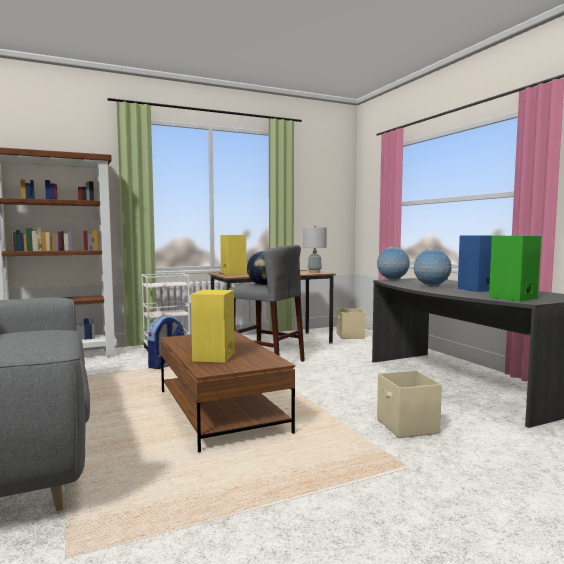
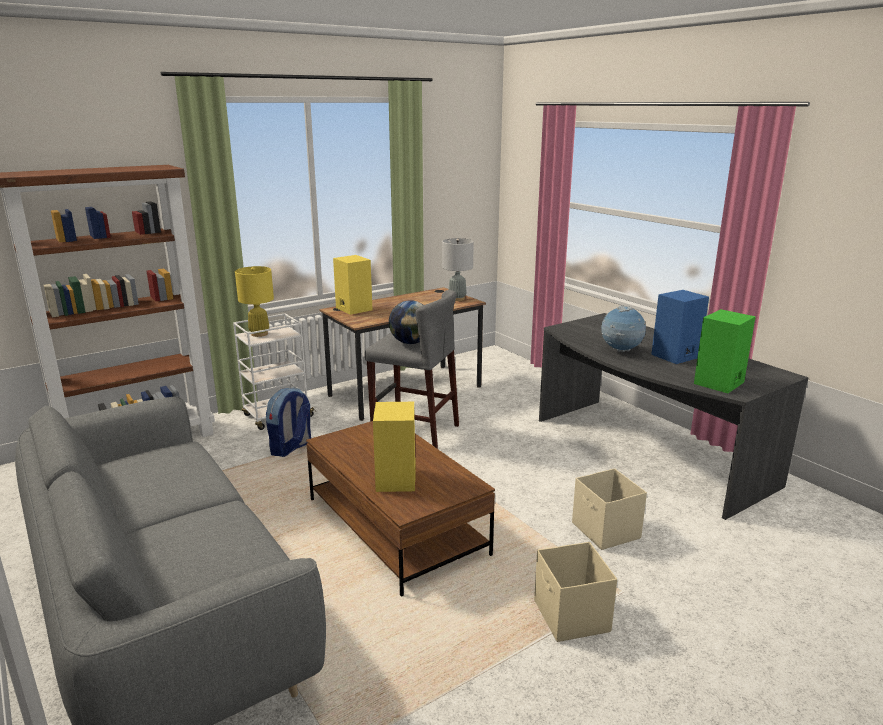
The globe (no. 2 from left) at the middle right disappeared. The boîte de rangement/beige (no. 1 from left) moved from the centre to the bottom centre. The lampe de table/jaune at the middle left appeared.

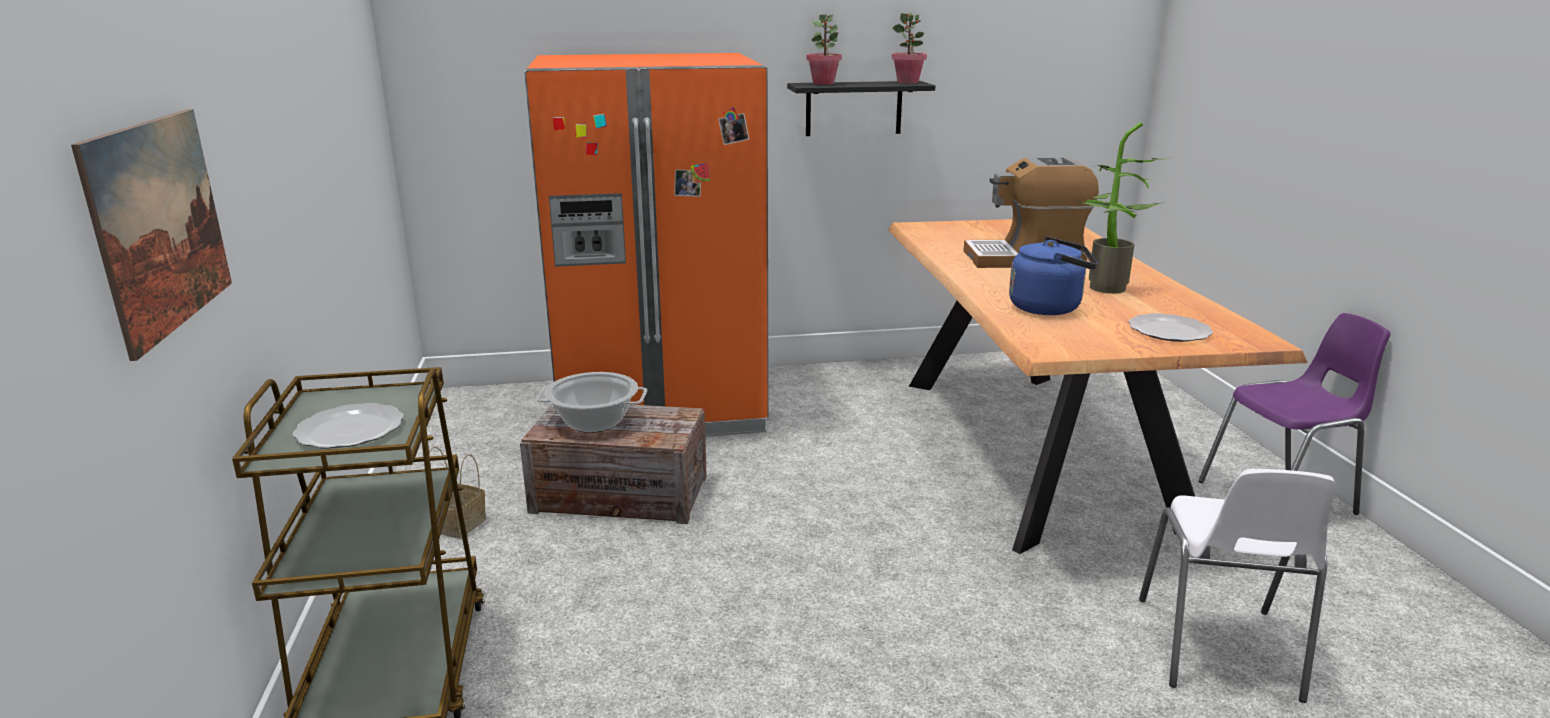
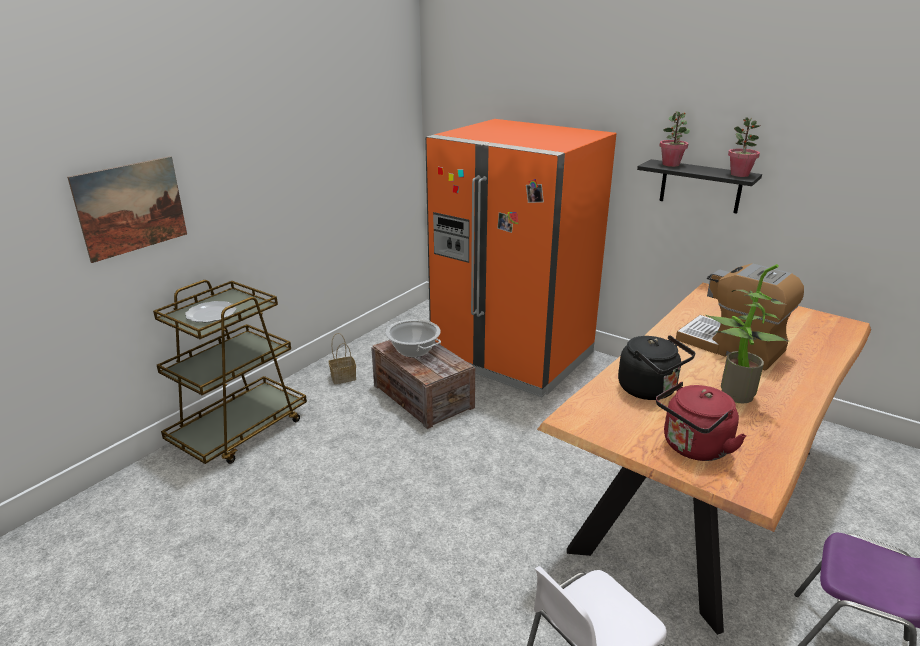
The bouilloire/bleu at the middle right became the bouilloire/noir at the middle right. The assiette (no. 2 from left) at the middle right was replaced by the bouilloire/rouge at the middle right.

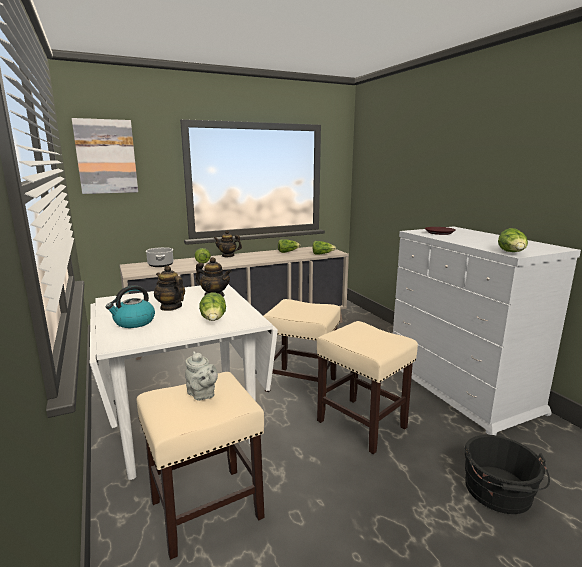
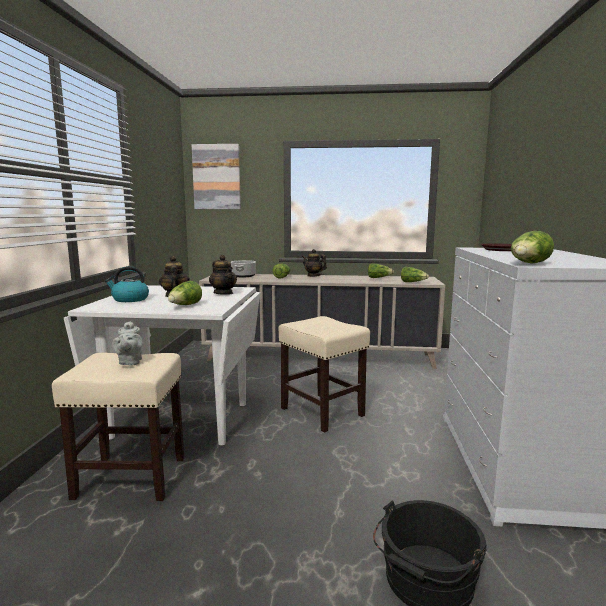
The tabouret/beige (no. 3 from left) at the bottom centre disappeared.

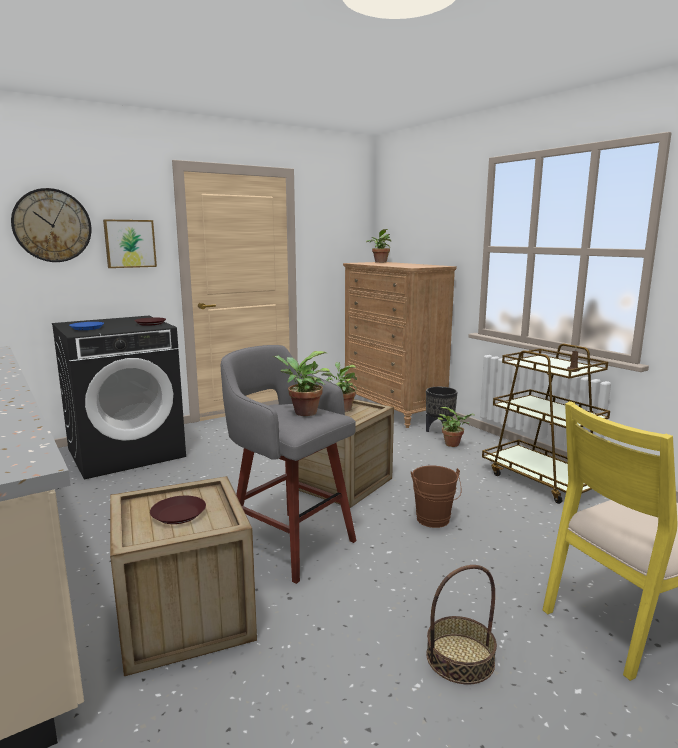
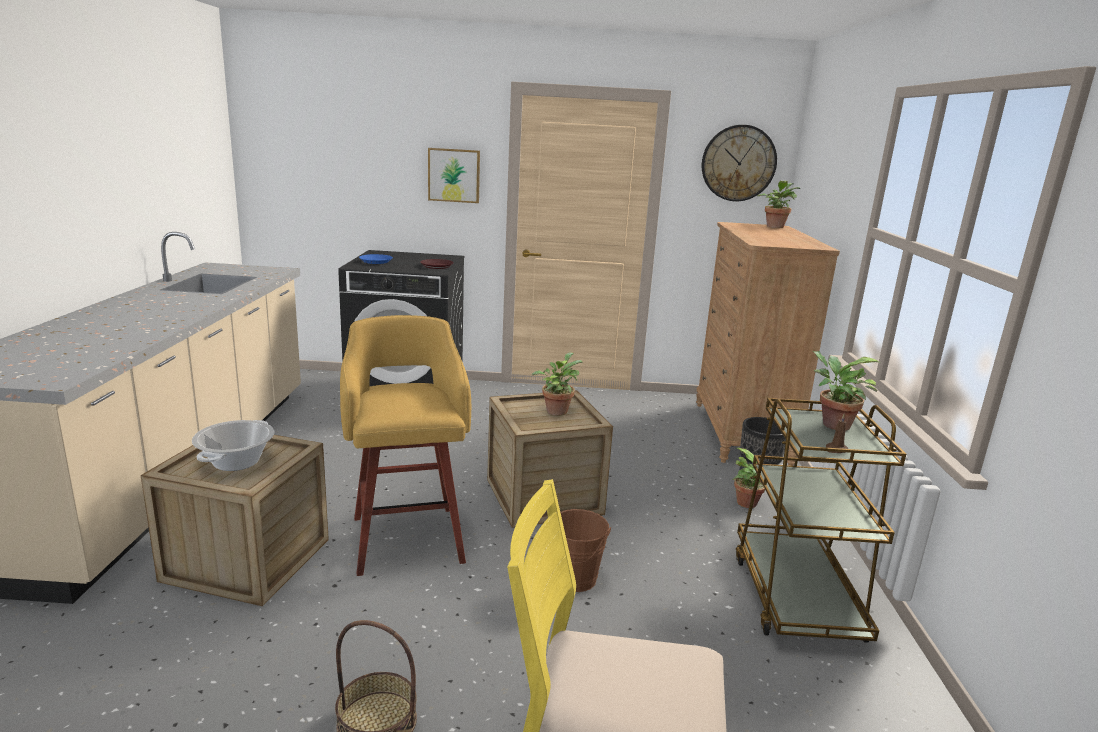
The horloge murale moved from the top left to the top right. The tabouret/gris at the centre became the tabouret/jaune at the centre. The plante en pot (no. 1 from left in the first image) moved from the centre to the middle right. The assiette/marron (no. 2 from left) at the bottom left was replaced by the marmite at the middle left.

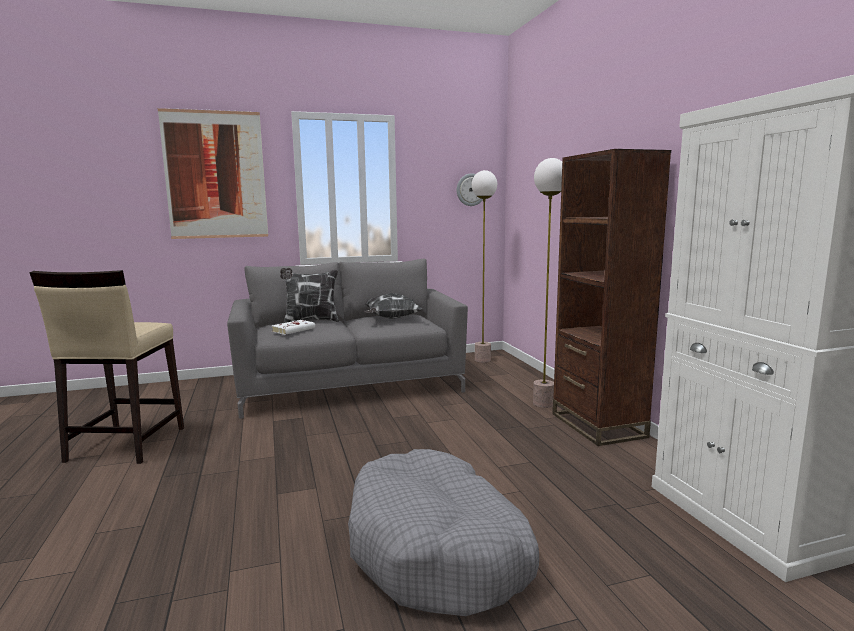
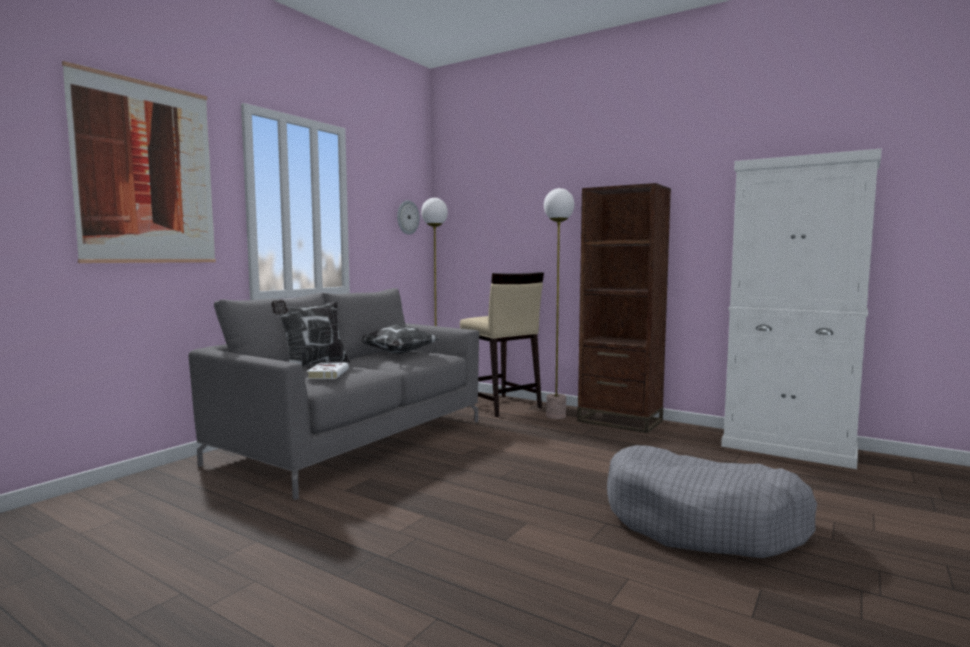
The tabouret/beige moved from the middle left to the centre.

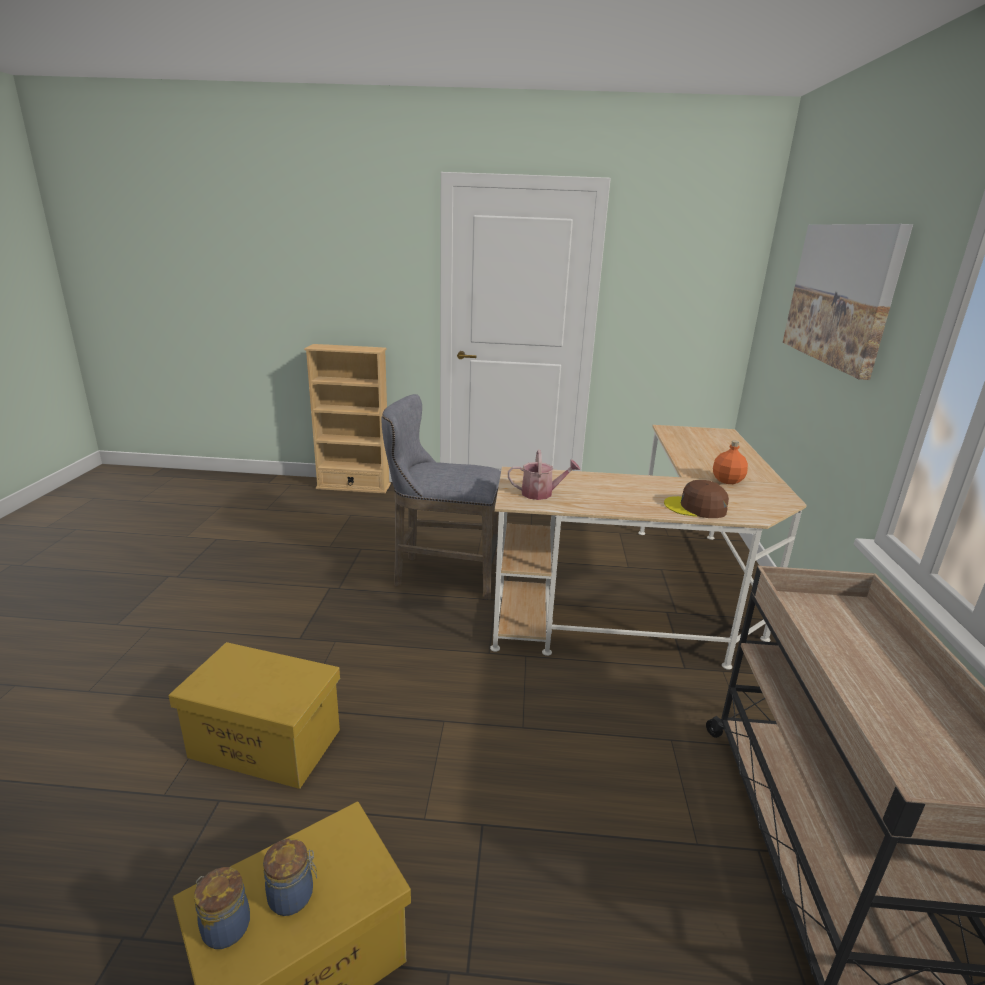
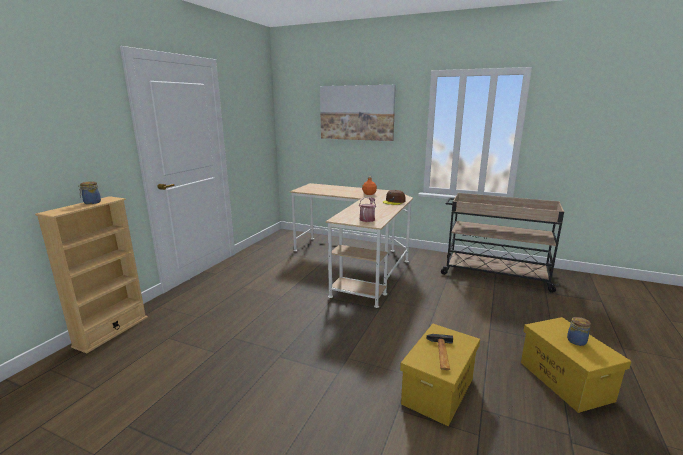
The tabouret/gris at the centre disappeared. The bocal (no. 1 from left) moved from the bottom left to the middle left. The marteau at the bottom centre appeared.

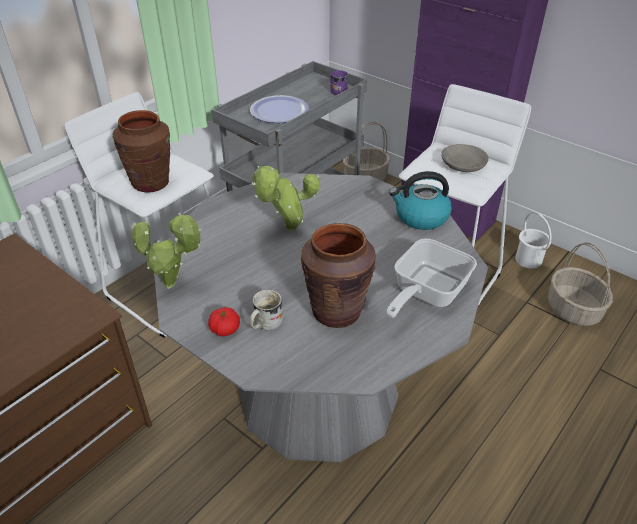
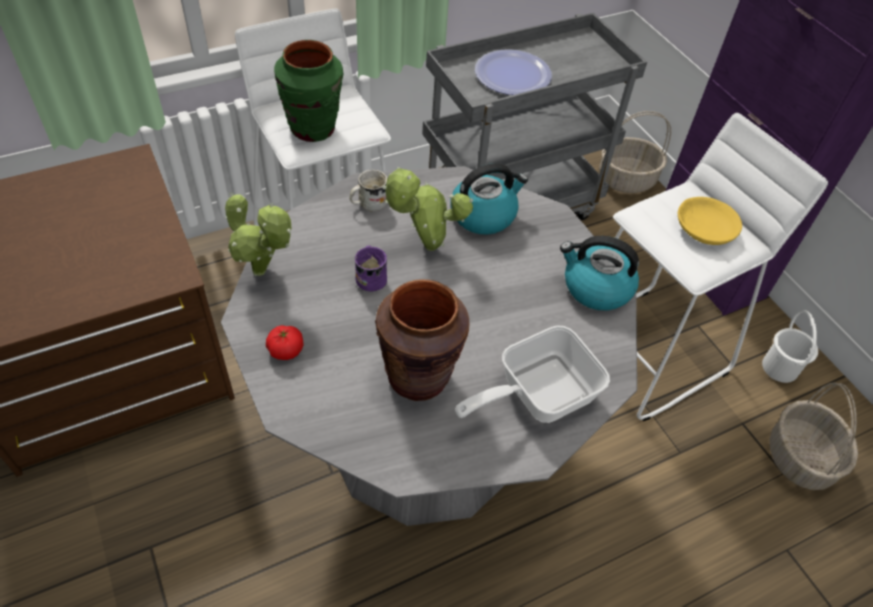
The mug/violet moved from the top centre to the centre. The vase/marron (no. 1 from left) at the top left became the vase/vert at the top centre. The bol/gris at the top right became the bol/jaune at the middle right. The mug/blanc moved from the centre to the top centre. The bouilloire (no. 1 from left) at the top centre appeared.

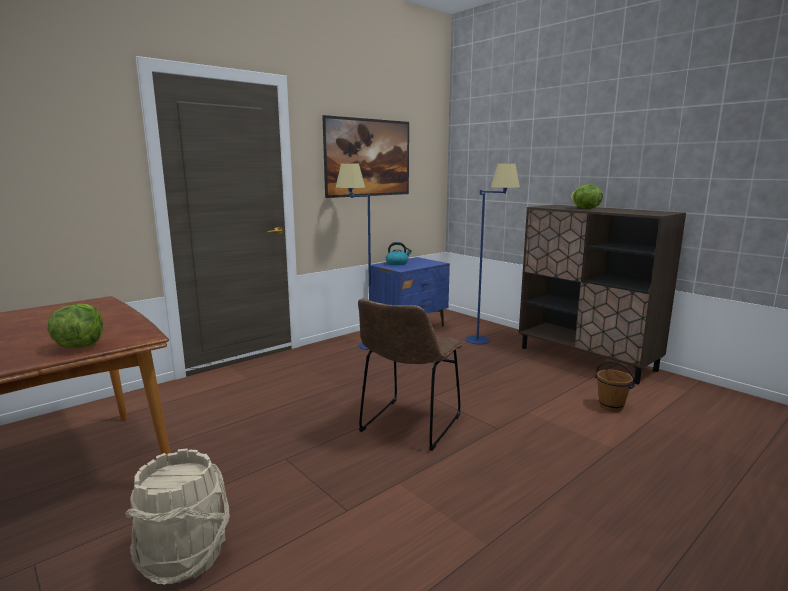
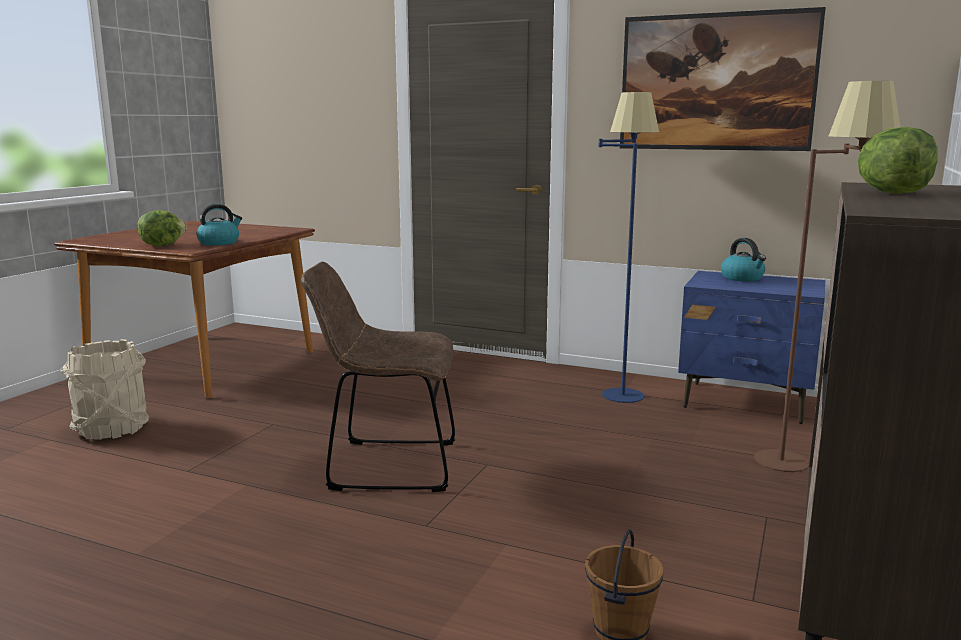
The lampadaire/bleu (no. 2 from left) at the centre became the lampadaire/marron at the middle right. The bouilloire (no. 1 from left) at the middle left appeared.

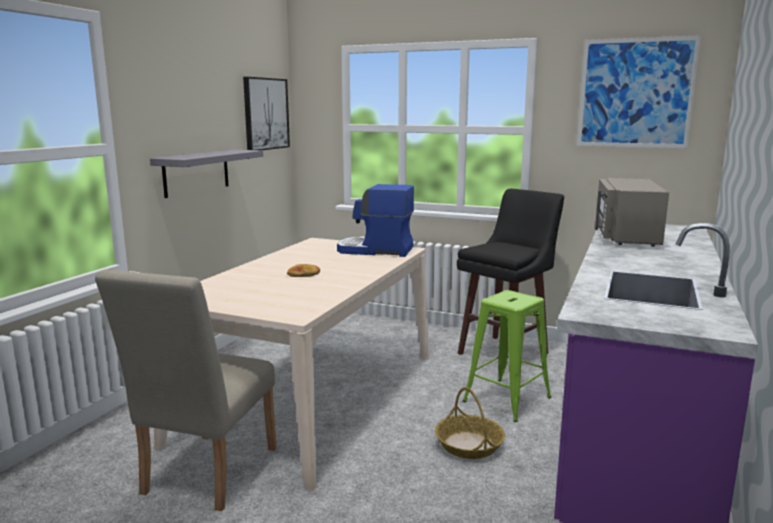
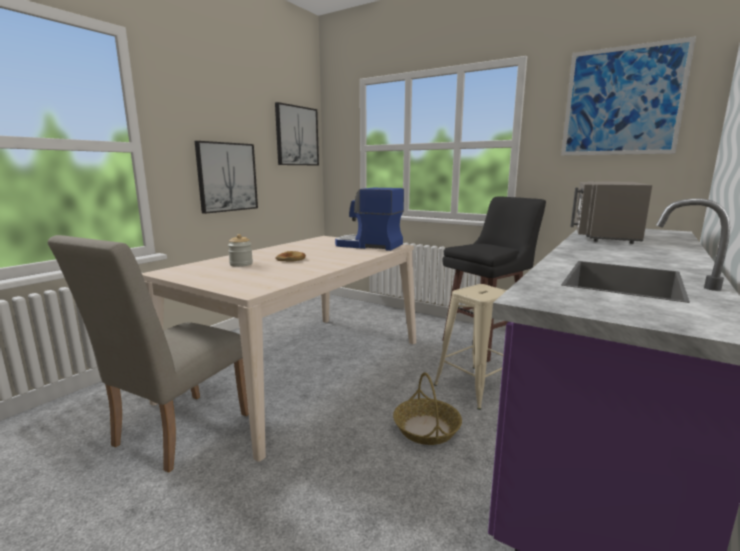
The étagère/gris at the top left was replaced by the tableau (no. 1 from left) at the top left. The tabouret/vert at the bottom centre became the tabouret/beige at the centre. The bocal at the middle left appeared.

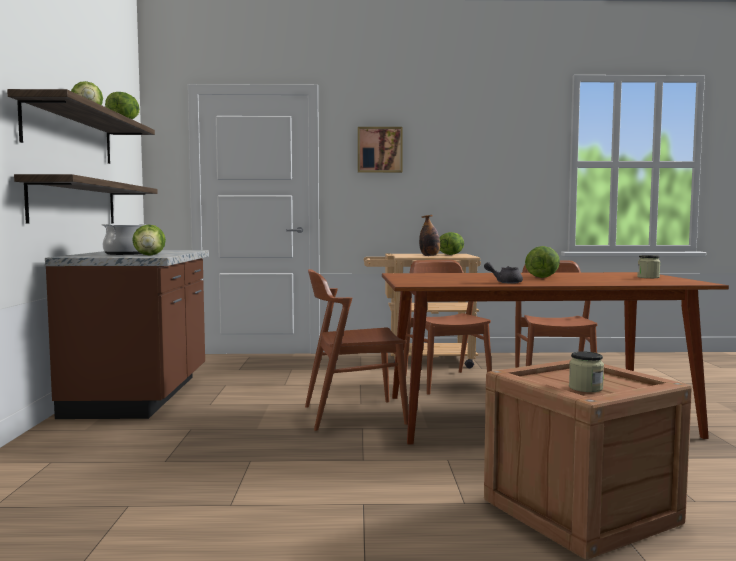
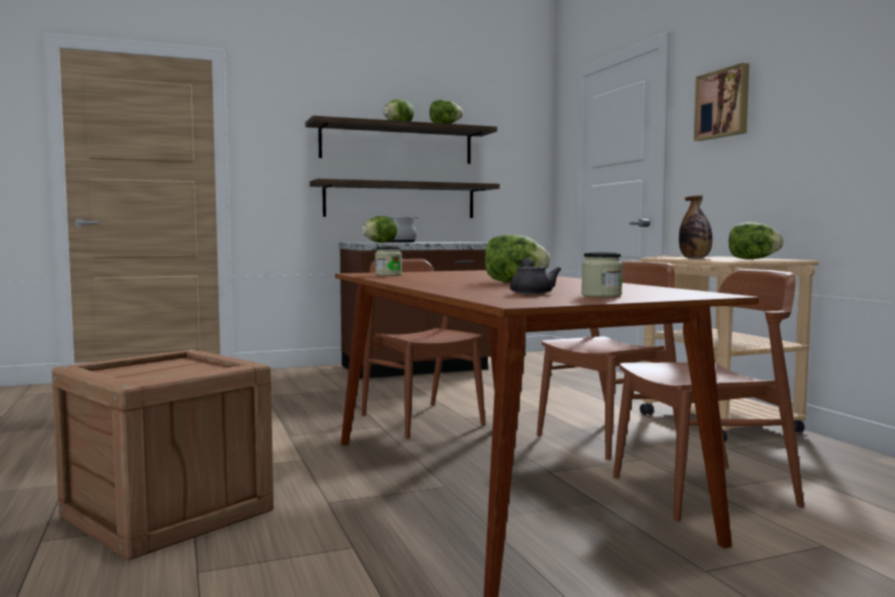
The théière/gris moved from the middle right to the centre. The bocal (no. 1 from left) moved from the middle right to the centre.

